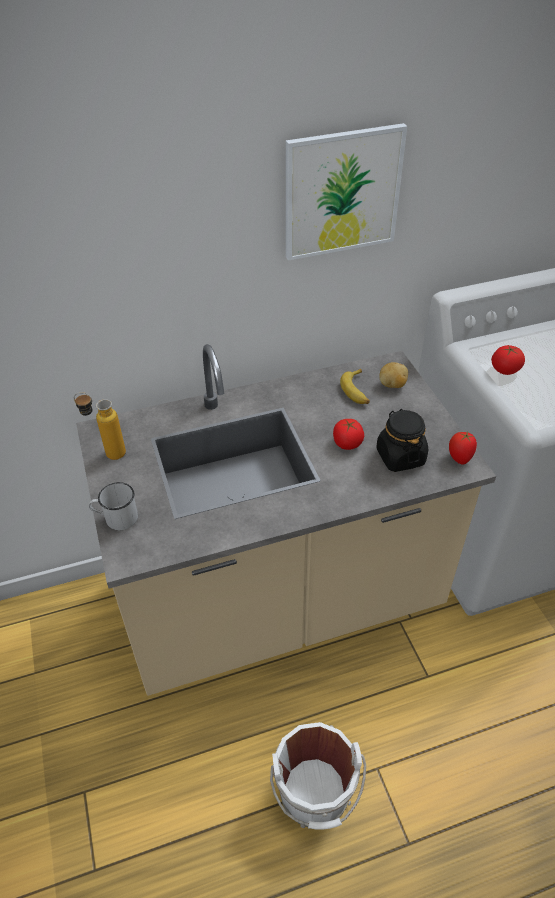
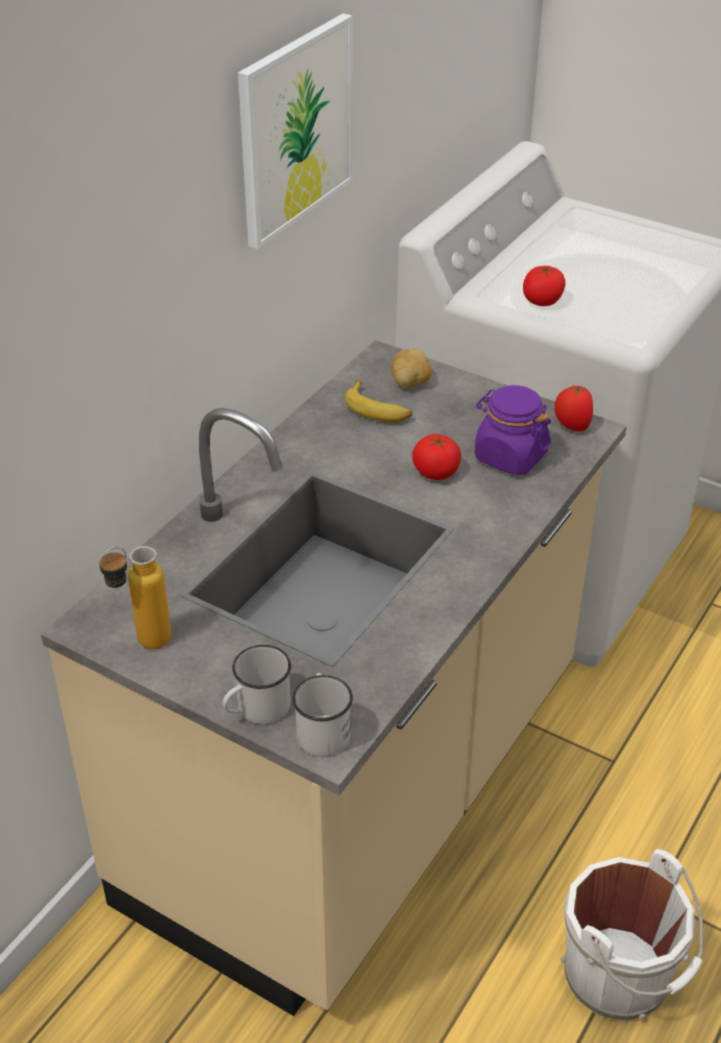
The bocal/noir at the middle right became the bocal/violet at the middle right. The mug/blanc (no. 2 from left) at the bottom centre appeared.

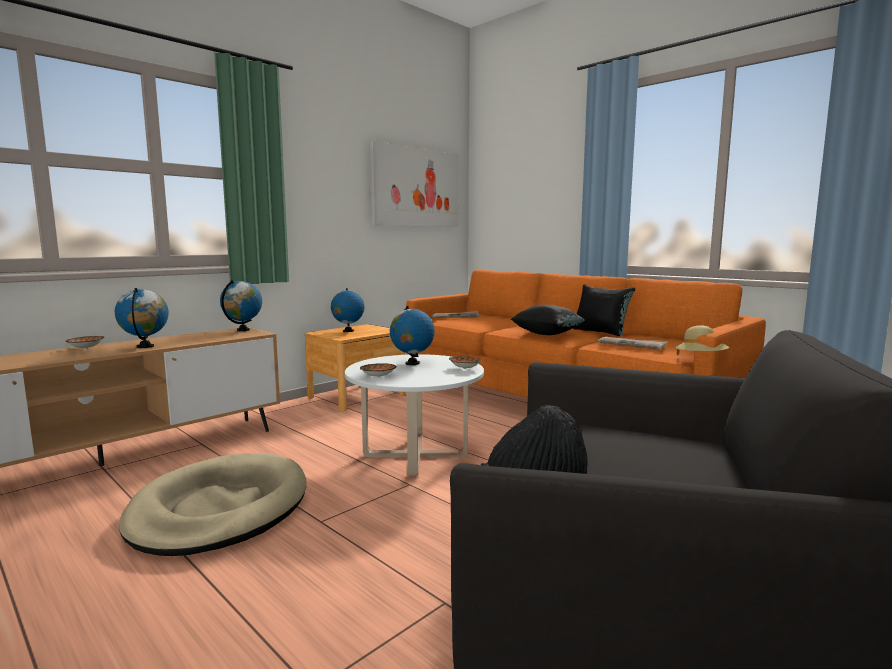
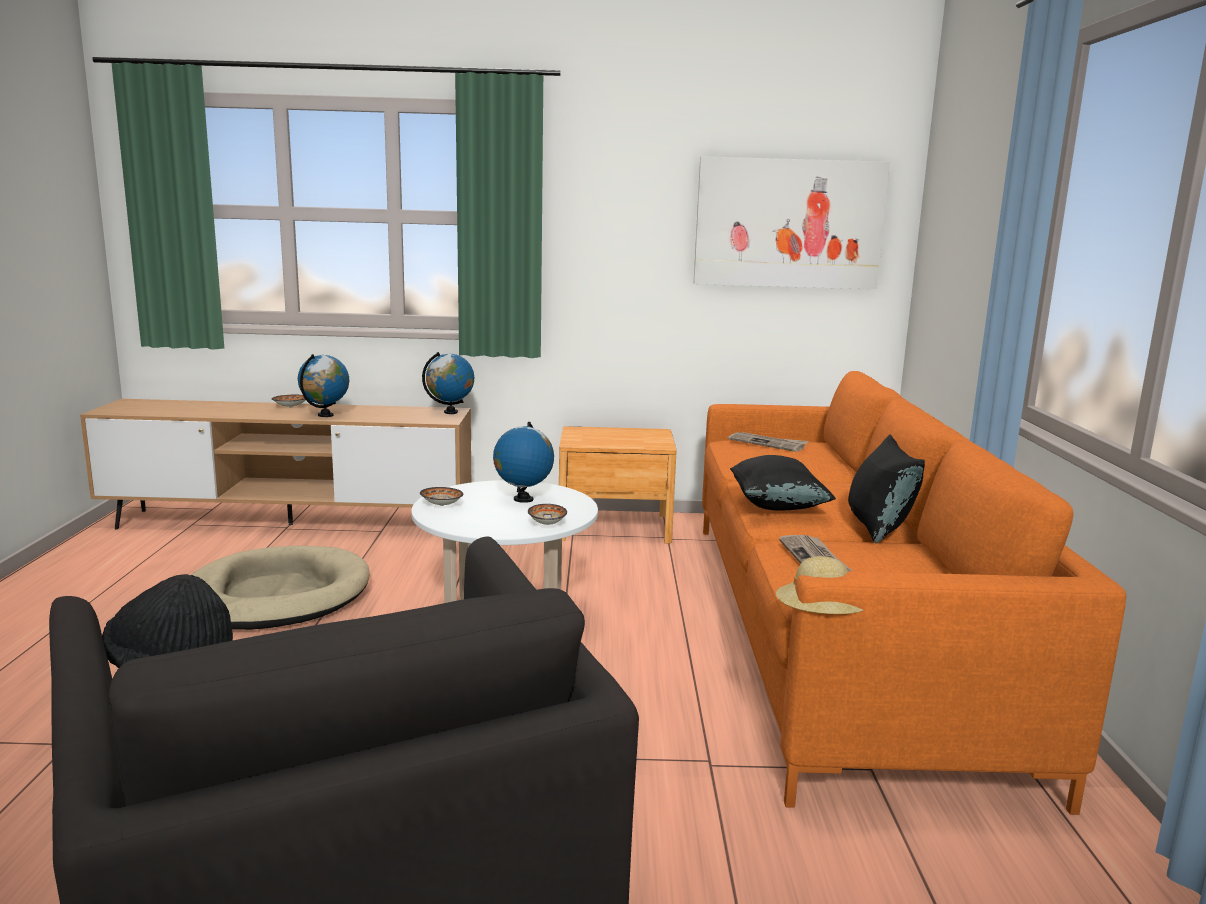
The globe (no. 3 from left) at the centre disappeared.

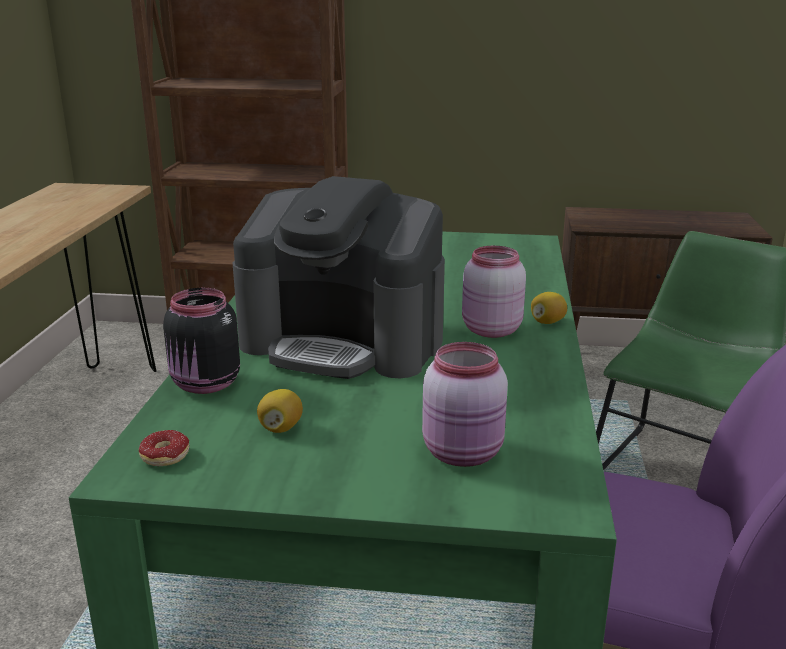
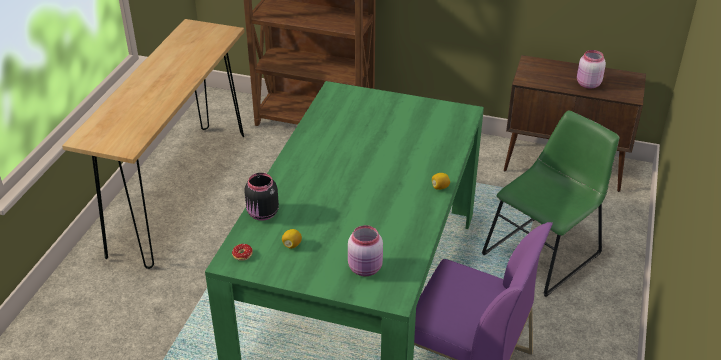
The machine à café at the centre disappeared. The bocal/rose (no. 2 from left) moved from the centre to the top right.

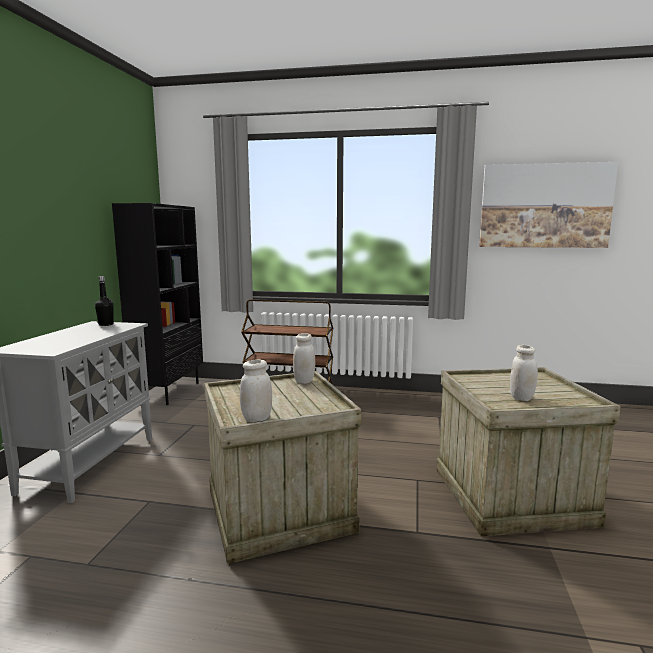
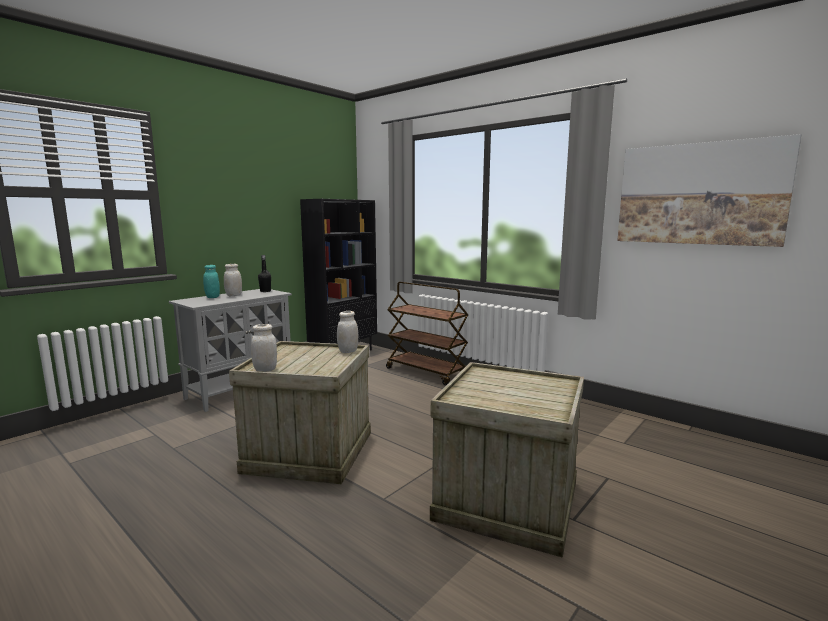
The bocal/blanc (no. 3 from left in the first image) moved from the middle right to the middle left. The bocal/turquoise at the middle left appeared.

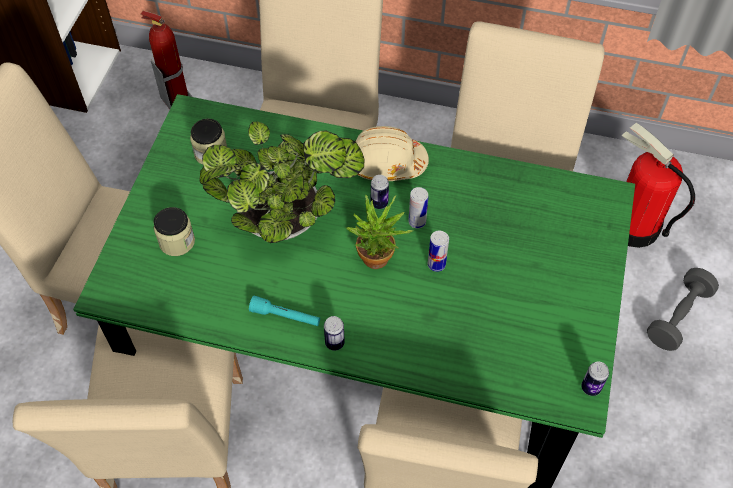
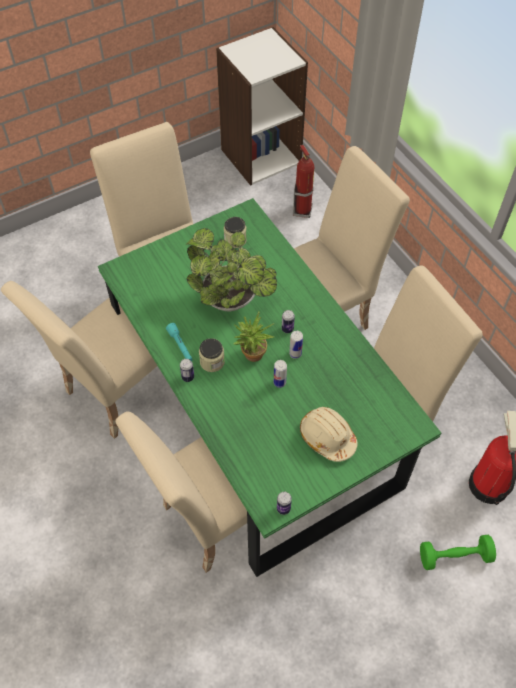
The casque de chantier/beige moved from the top centre to the centre. The bocal (no. 1 from left) moved from the middle left to the centre. The haltère/gris at the middle right became the haltère/vert at the bottom right.

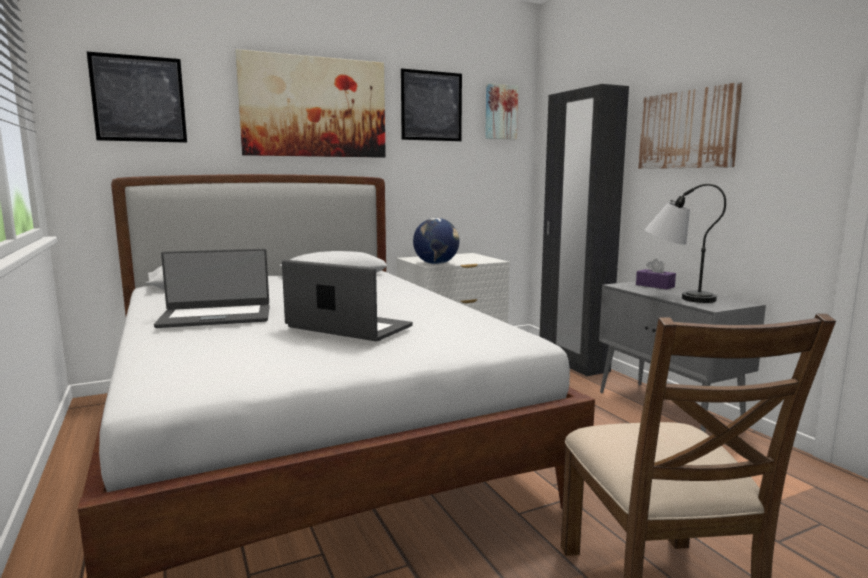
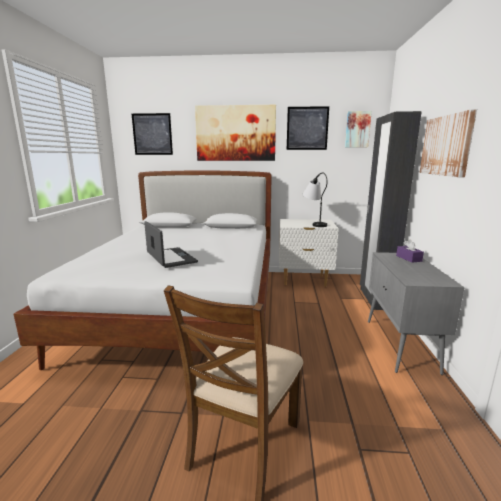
The lampe de table moved from the middle right to the centre. The globe at the centre disappeared. The ordinateur portable (no. 1 from left) at the middle left disappeared.

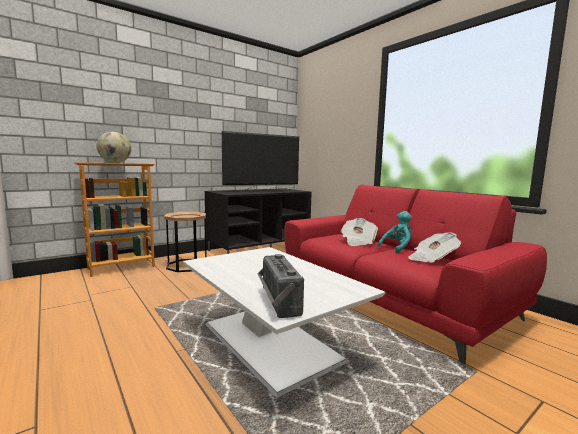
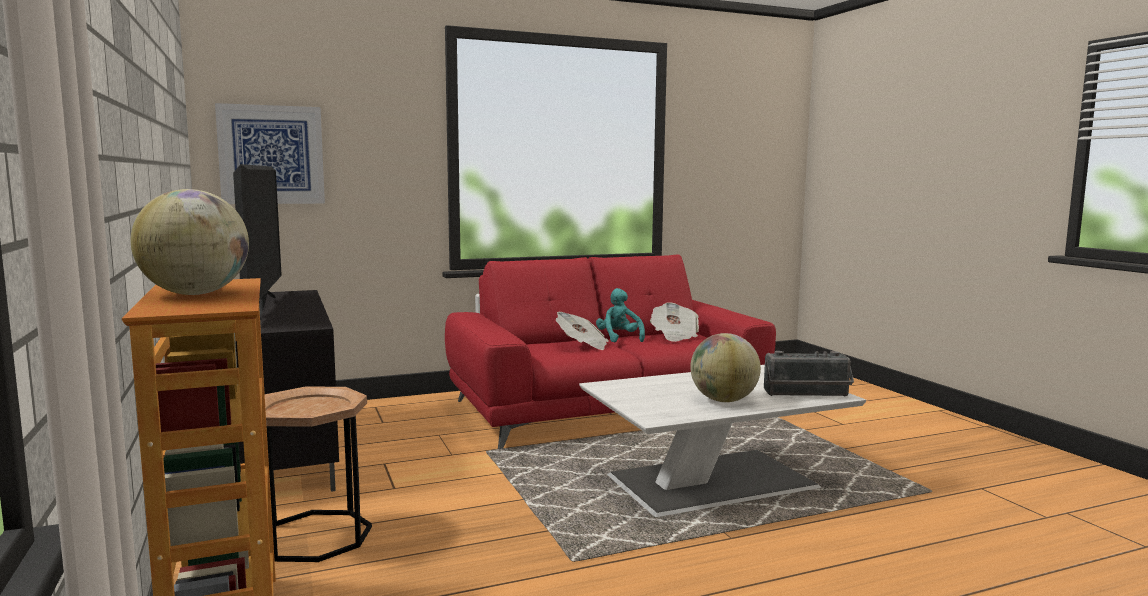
The tableau at the top left appeared. The globe (no. 2 from left) at the centre appeared.

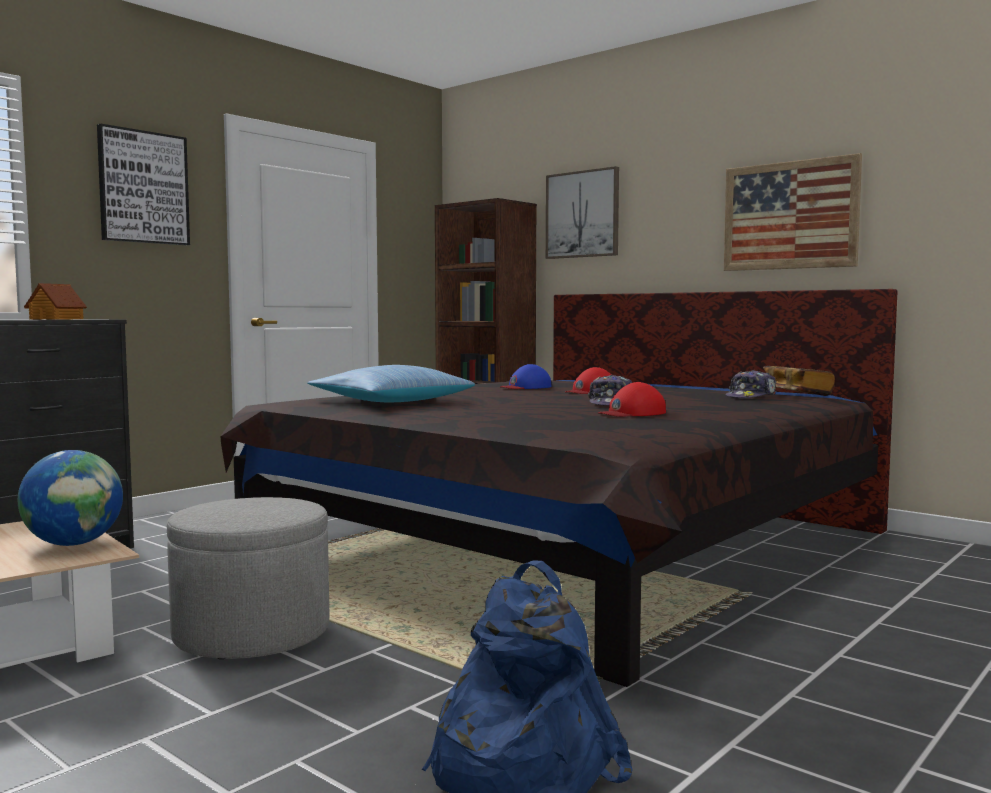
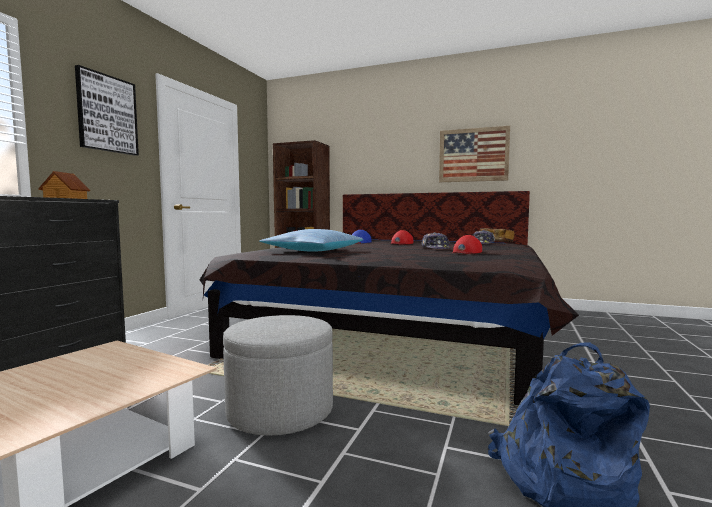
The tableau (no. 2 from left) at the top centre disappeared. The globe at the middle left disappeared.

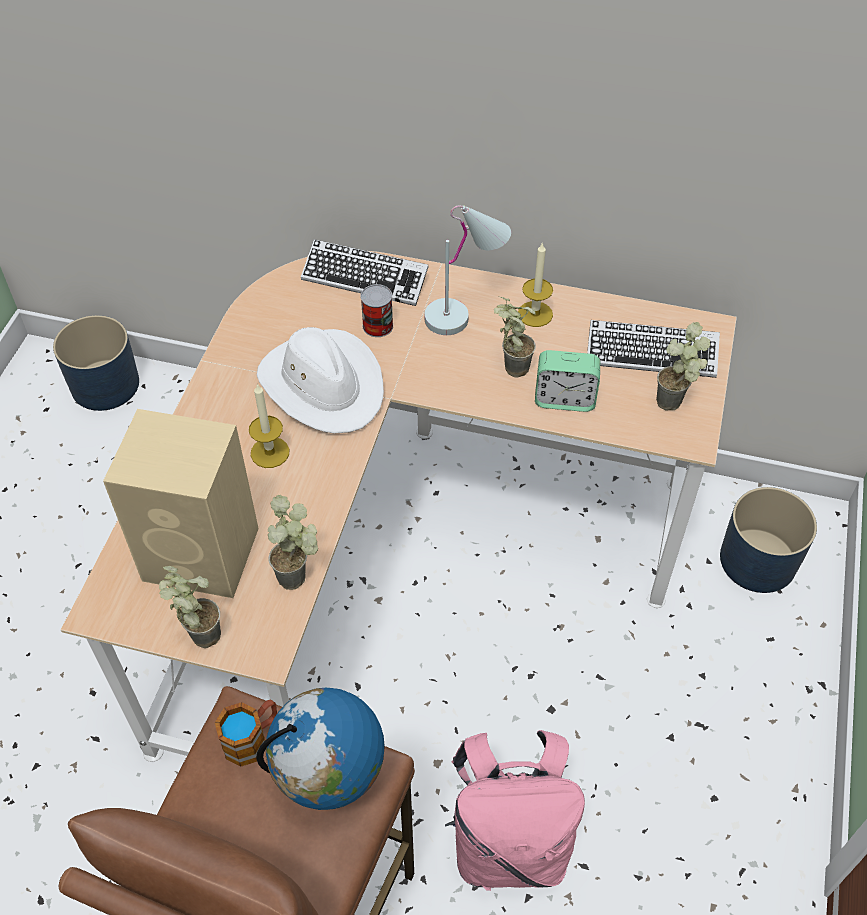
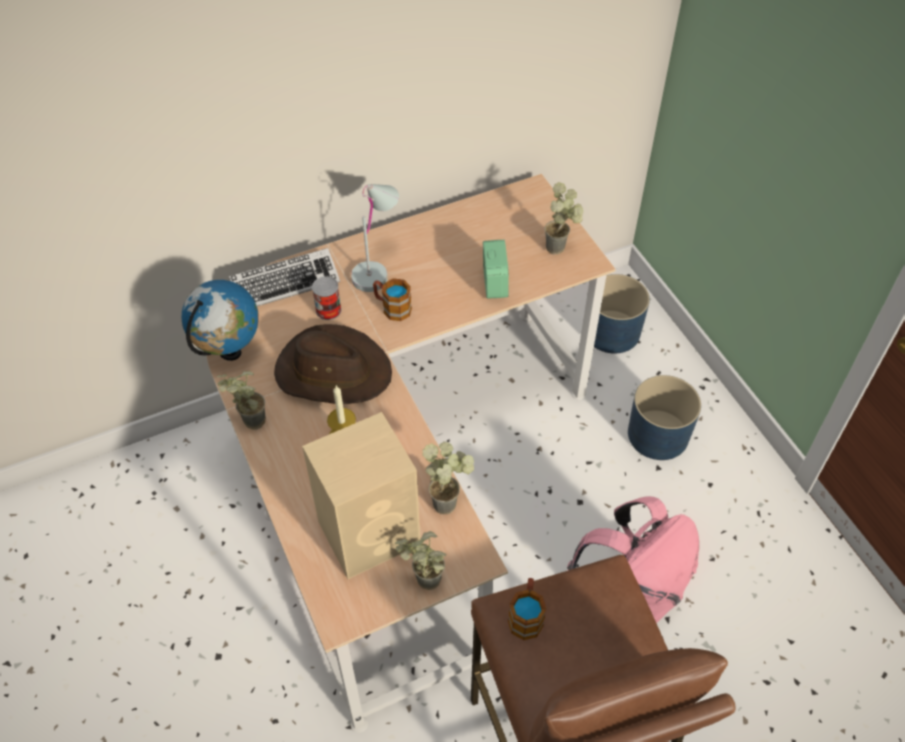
The bougie (no. 2 from left) at the top centre disappeared. The plante en pot (no. 3 from left in the first image) moved from the centre to the middle left. The cache-pot/bleu (no. 1 from left in the first image) moved from the middle left to the middle right. The clavier (no. 2 from left) at the middle right disappeared. The chapeau/blanc at the centre became the chapeau/marron at the centre. The réveil at the centre turned 60 degrees counterclockwise. The globe moved from the bottom centre to the middle left. The mug (no. 1 from left) at the centre appeared.

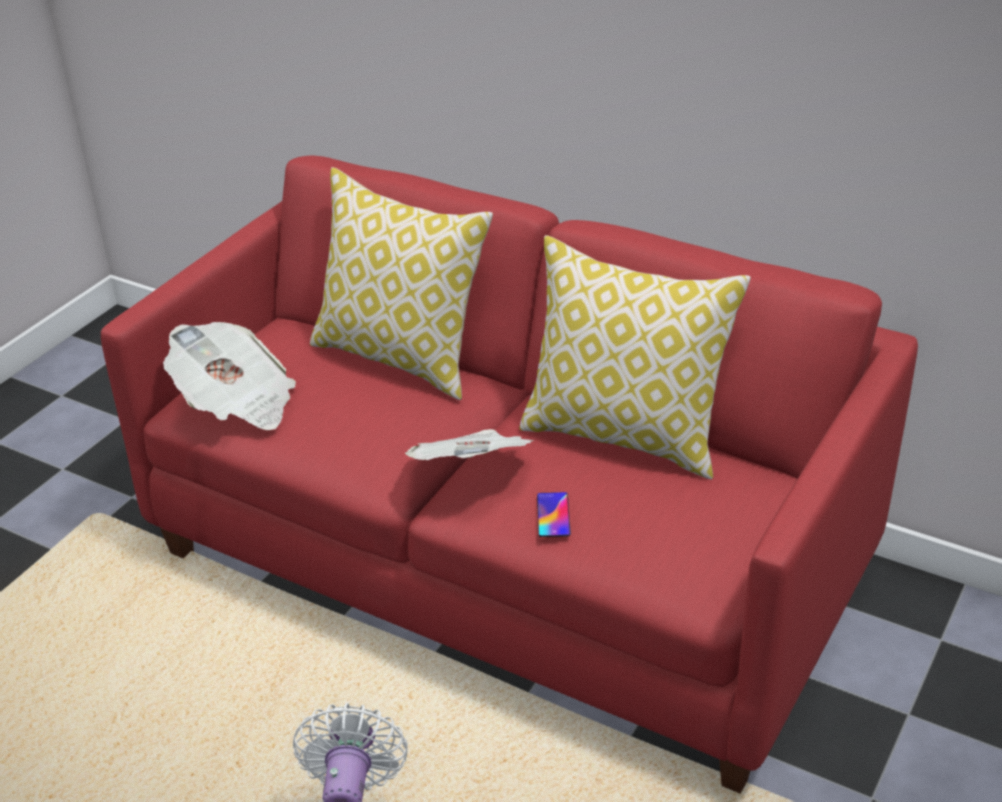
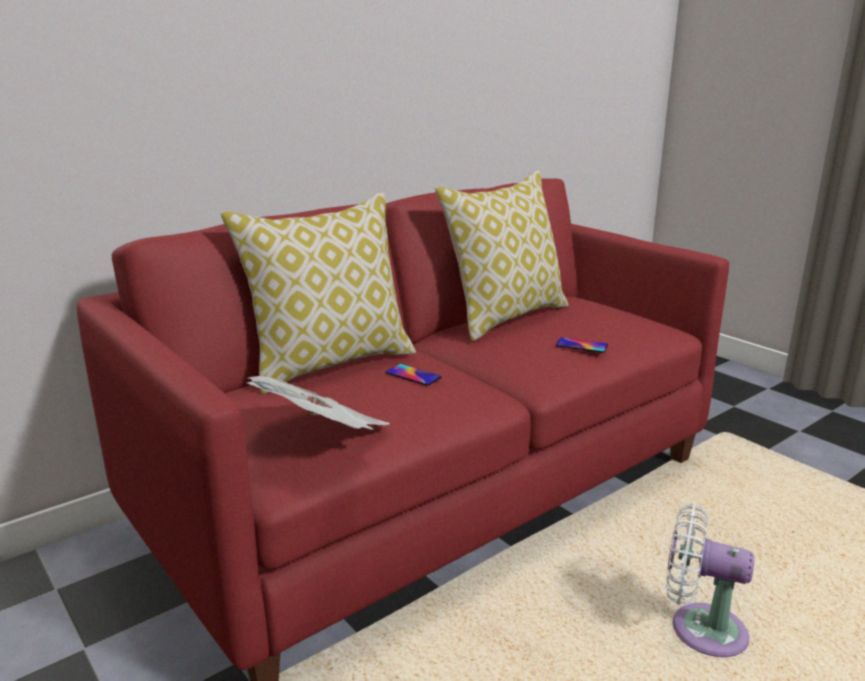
The journal (no. 2 from left) at the centre disappeared. The téléphone (no. 1 from left) at the centre appeared.

